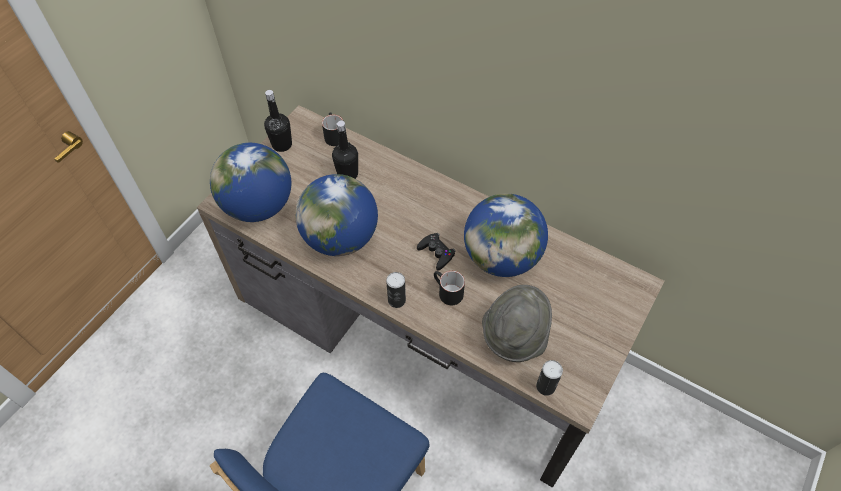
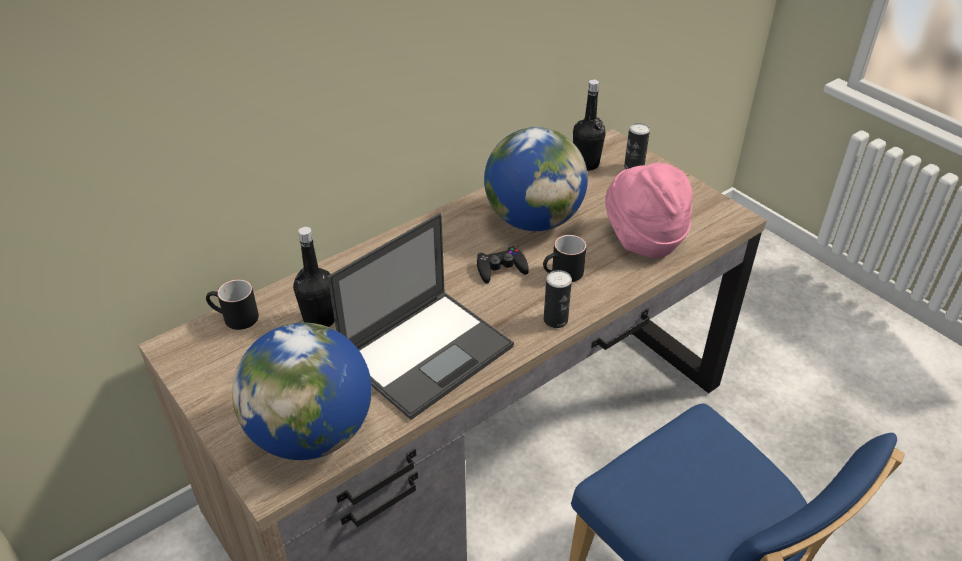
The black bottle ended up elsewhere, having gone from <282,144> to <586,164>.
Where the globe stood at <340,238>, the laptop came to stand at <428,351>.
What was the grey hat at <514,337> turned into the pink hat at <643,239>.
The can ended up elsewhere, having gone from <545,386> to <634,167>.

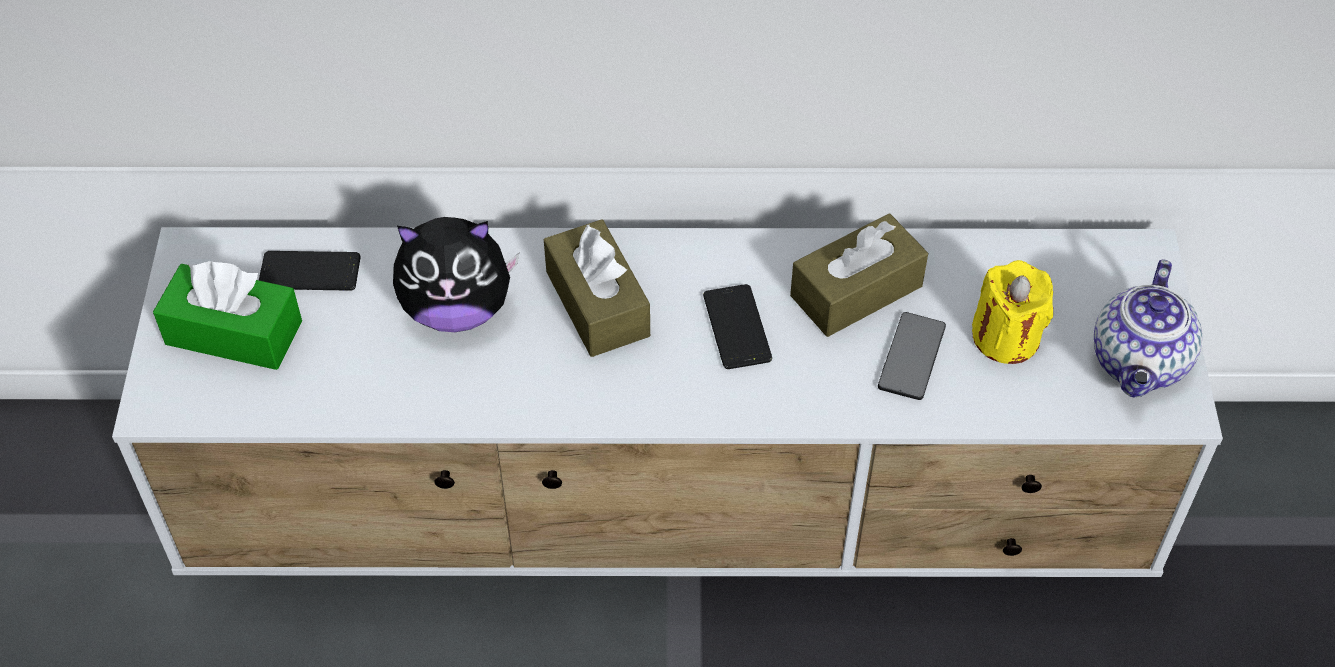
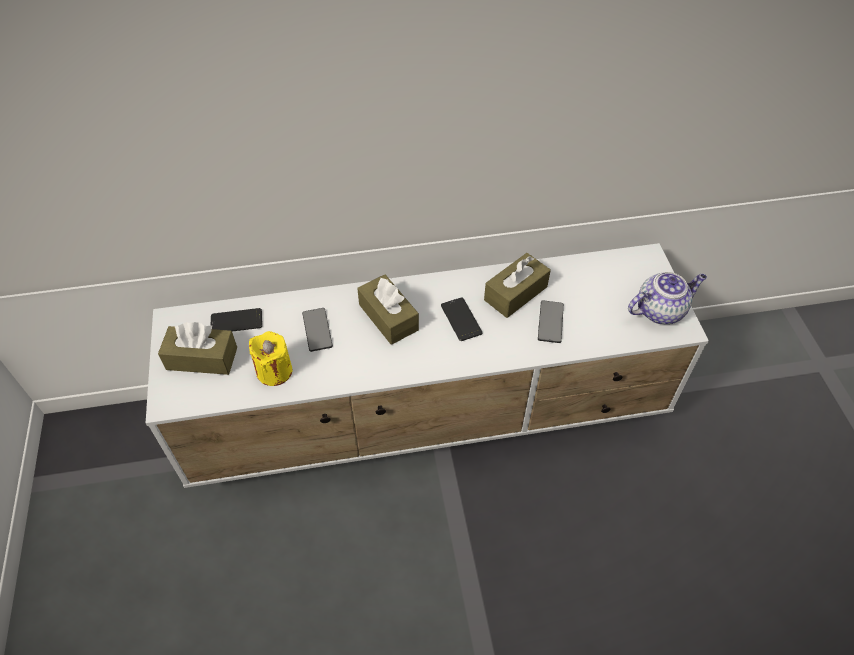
Where the plush toy stood at <457,309>, the phone came to stand at <317,330>.
The teapot at <1139,364> ended up facing another way, 120 degrees counterclockwise from before.
The yellow candle ended up elsewhere, having gone from <1006,337> to <274,371>.
What was the green tissue box at <234,333> turned into the brown tissue box at <202,358>.

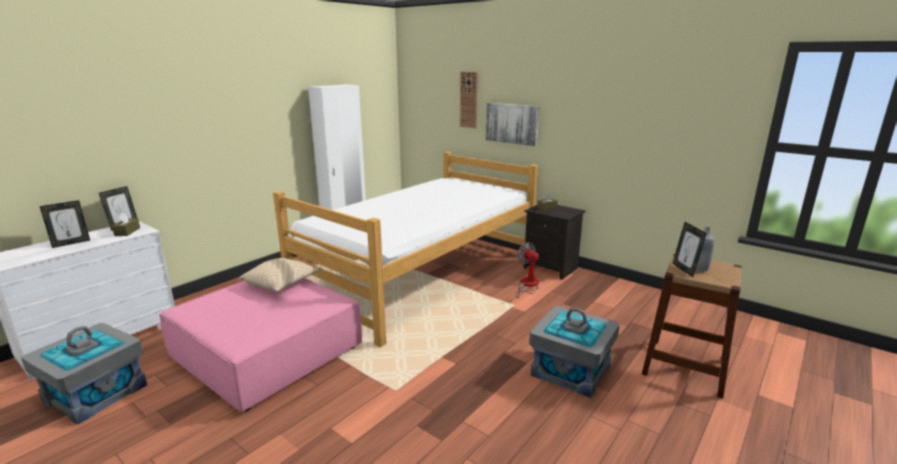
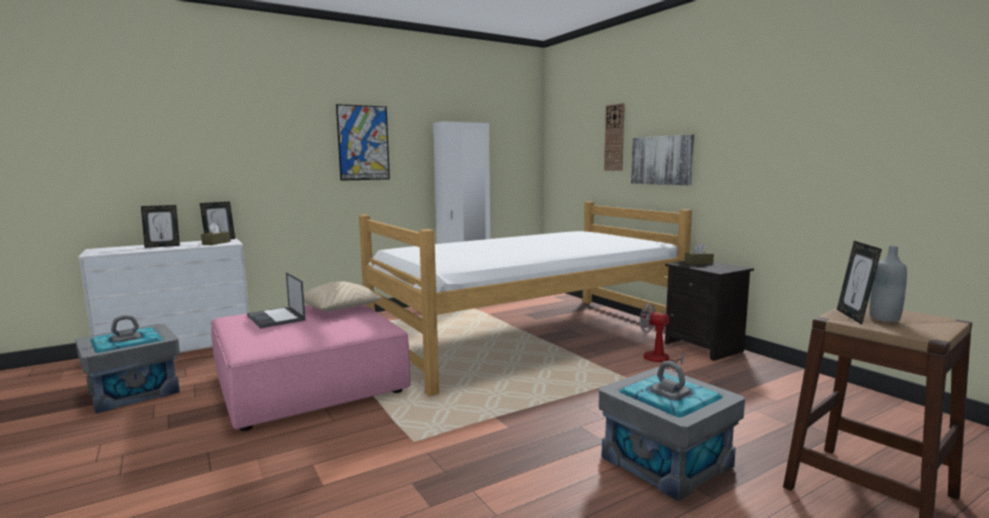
The fan at <527,285> ended up facing another way, 45 degrees counterclockwise from before.
The second view gained the picture at <363,143>.
The second view gained the laptop at <276,318>.

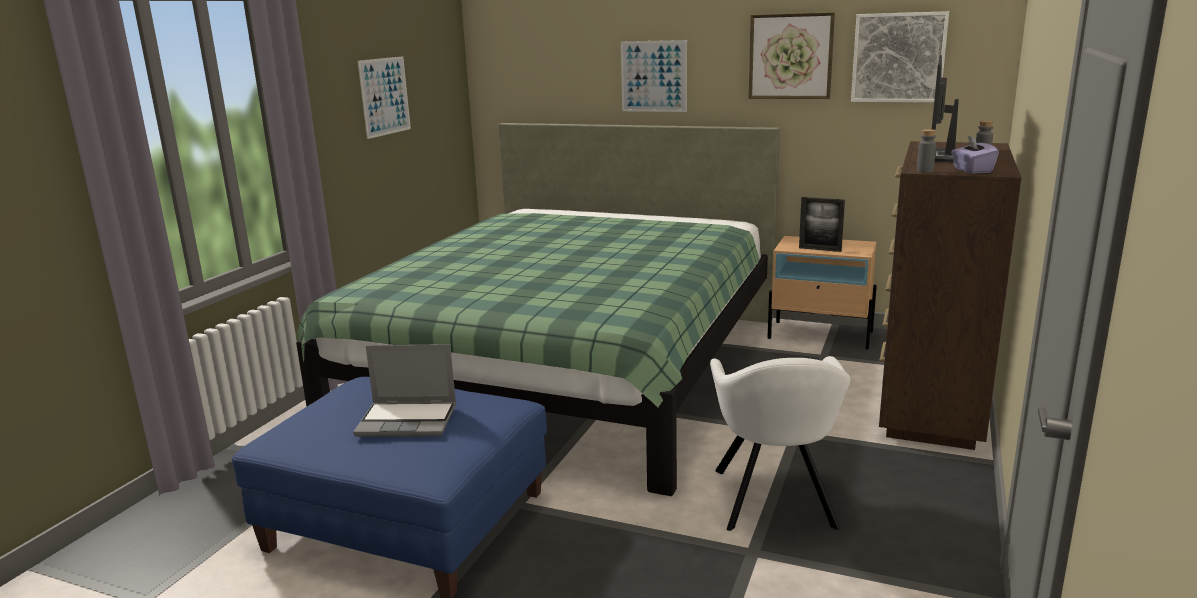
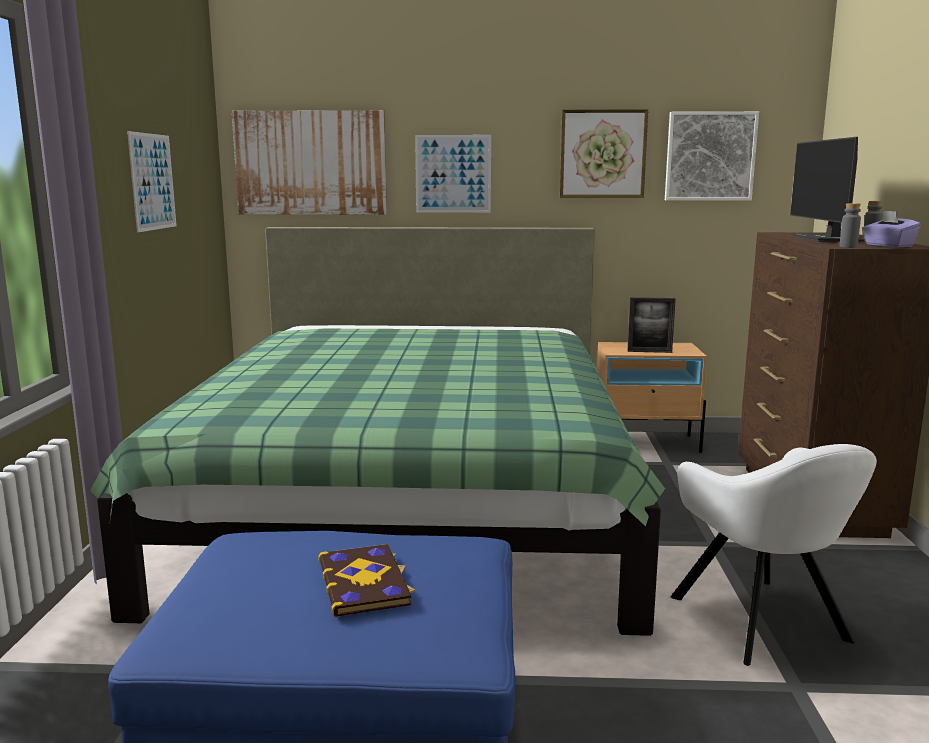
Where the laptop stood at <409,420>, the book came to stand at <365,582>.
The second view gained the picture at <311,163>.

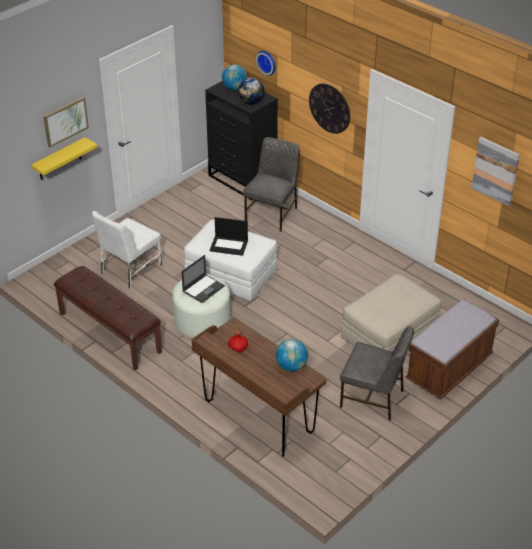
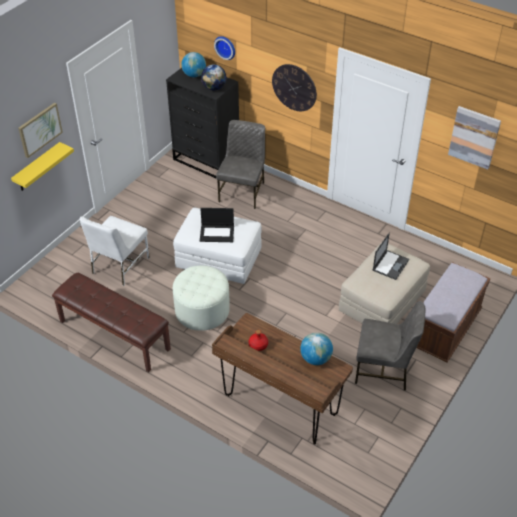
The laptop ended up elsewhere, having gone from <203,288> to <390,264>.

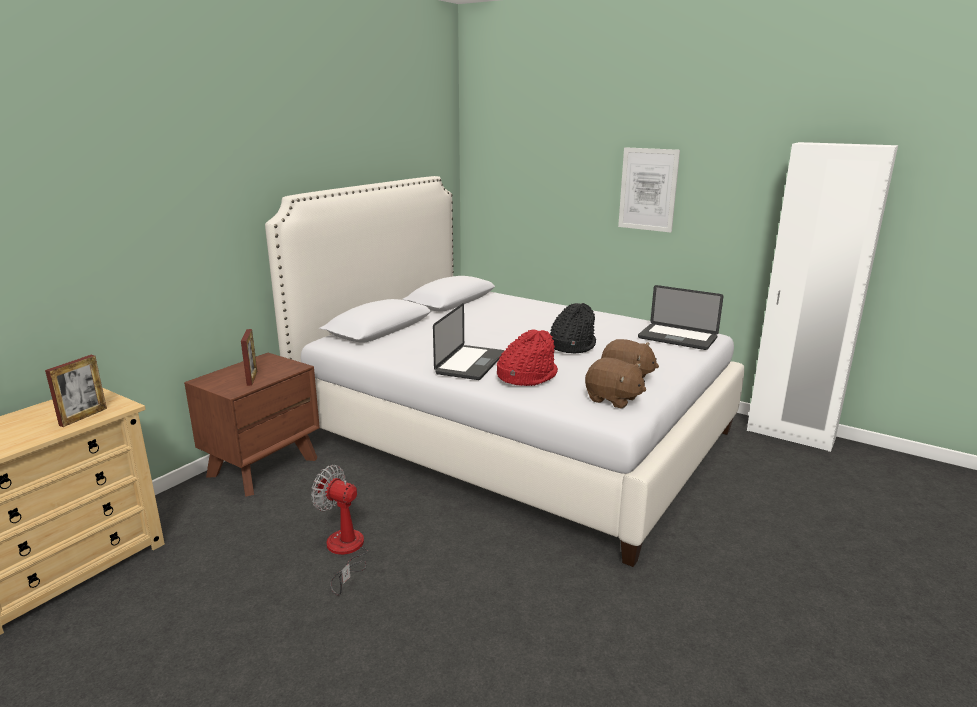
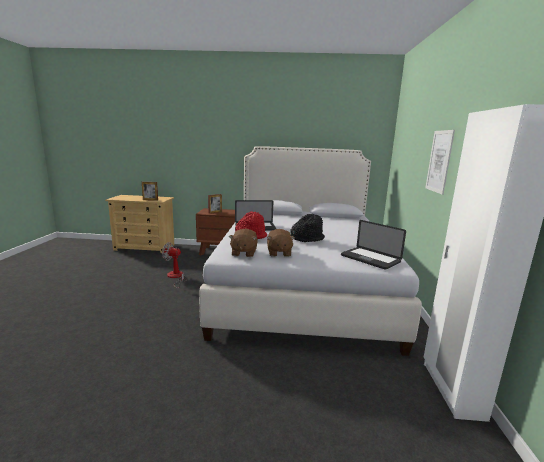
The laptop at <677,338> ended up facing another way, 45 degrees counterclockwise from before.
The fan at <345,552> ended up facing another way, 75 degrees counterclockwise from before.

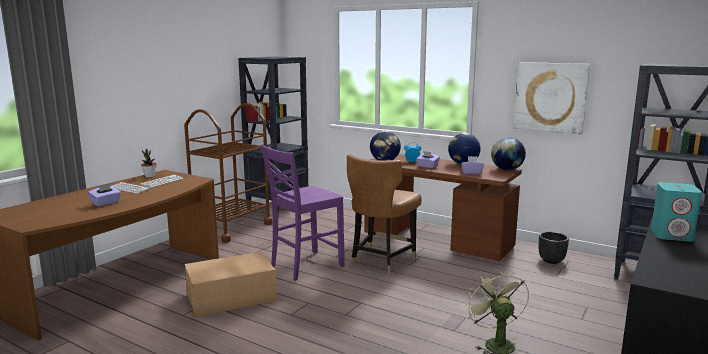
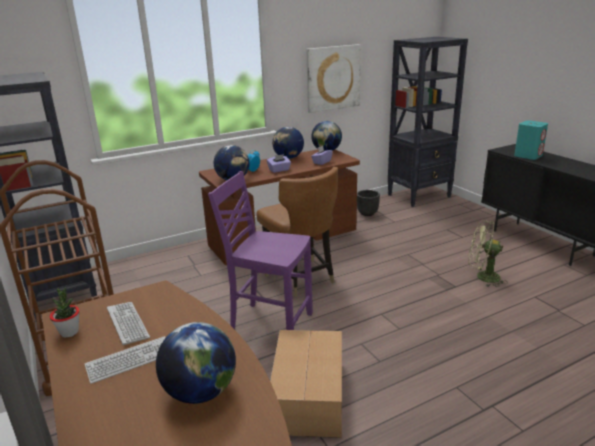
The purple chair at <305,266> ended up facing another way, 120 degrees clockwise from before.
Where the purple tissue box stood at <106,203>, the globe came to stand at <200,392>.

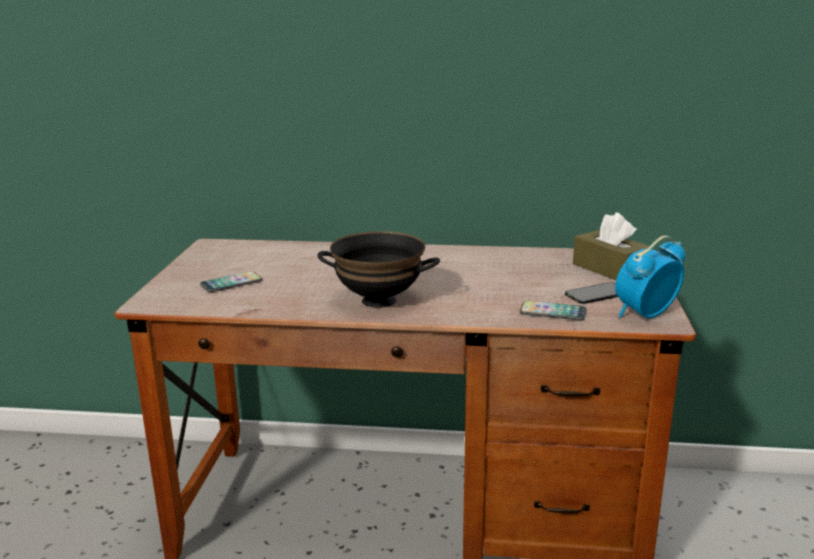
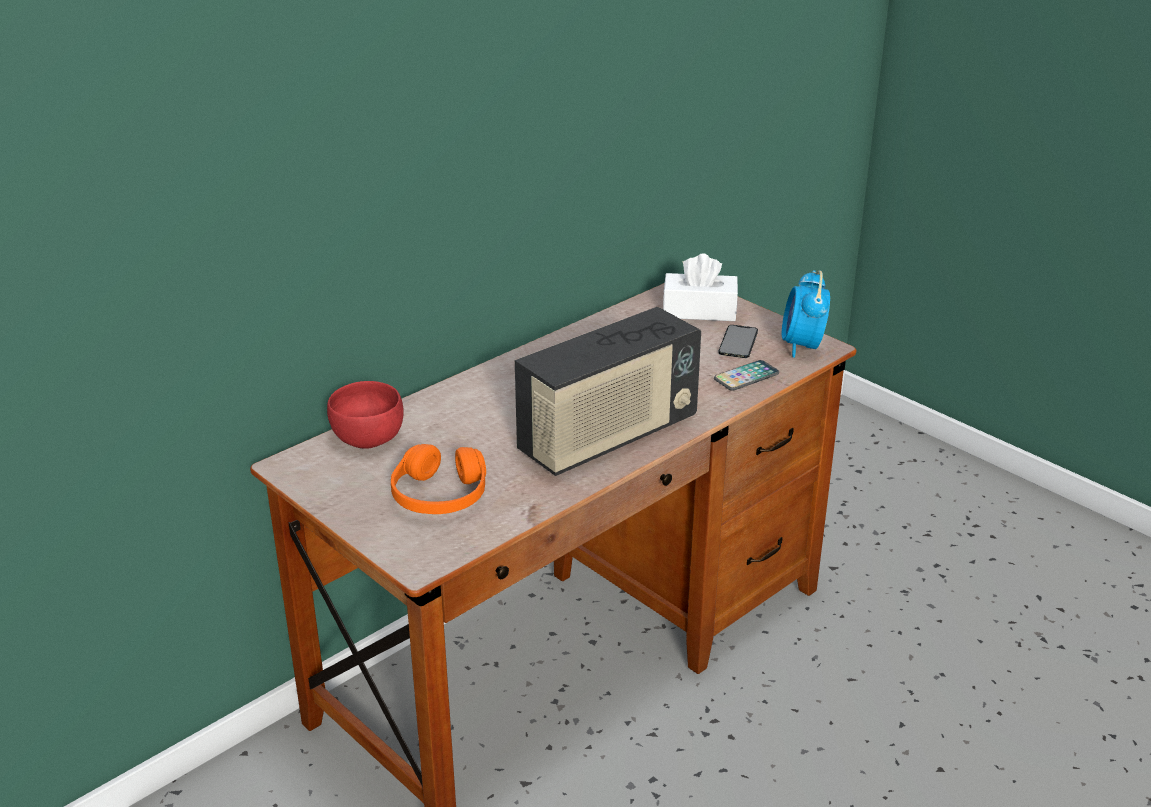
What was the brown tissue box at <610,269> turned into the white tissue box at <699,311>.
Where the black bowl stood at <379,300>, the radio came to stand at <608,437>.
Where the phone stood at <231,283>, the orange headphones came to stand at <439,495>.
The second view gained the red bowl at <369,438>.

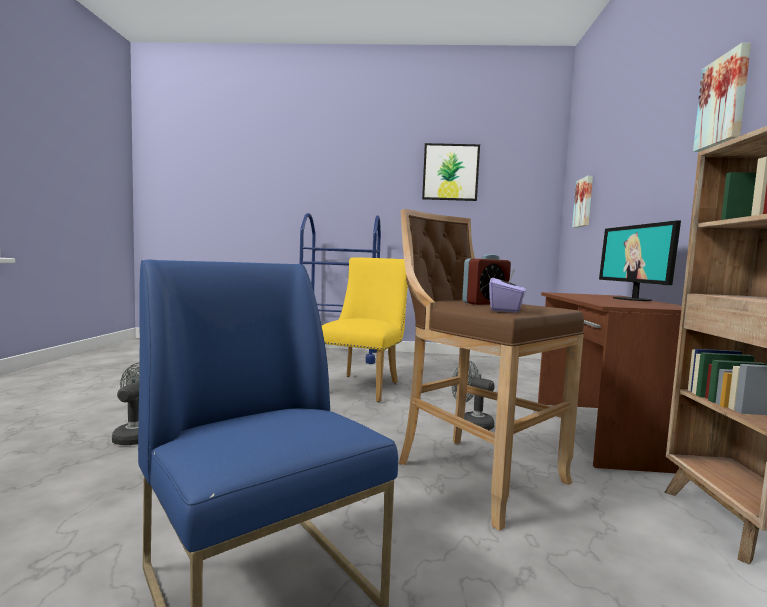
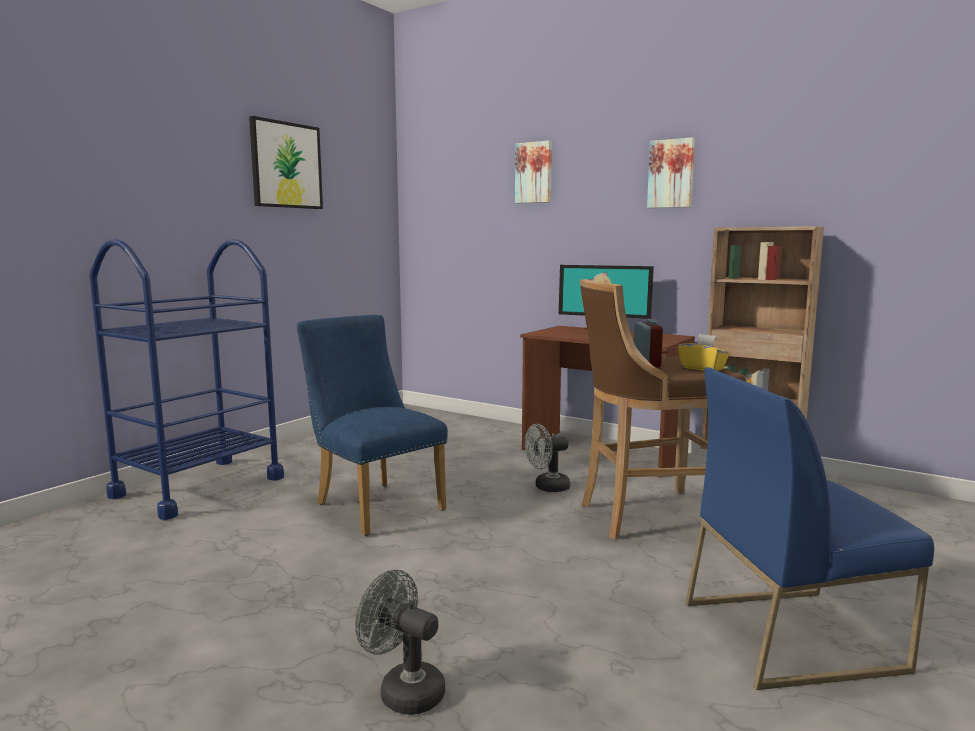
The picture ended up elsewhere, having gone from <584,202> to <534,173>.
What was the yellow chair at <363,386> turned into the blue chair at <374,504>.
What was the purple tissue box at <506,310> turned into the yellow tissue box at <702,368>.

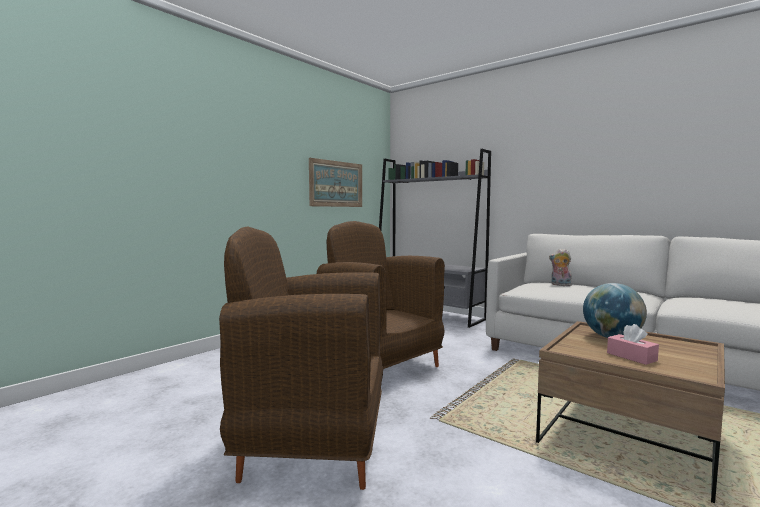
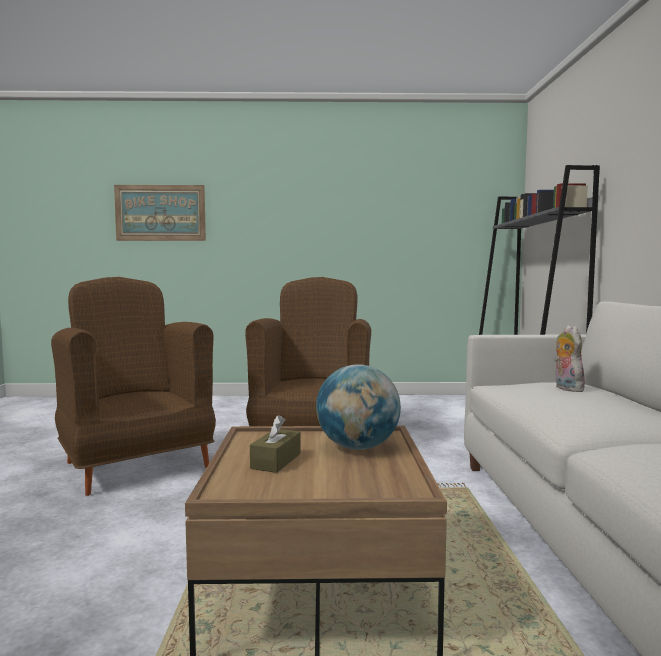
The picture ended up elsewhere, having gone from <336,184> to <160,213>.
What was the pink tissue box at <631,357> turned into the brown tissue box at <276,461>.

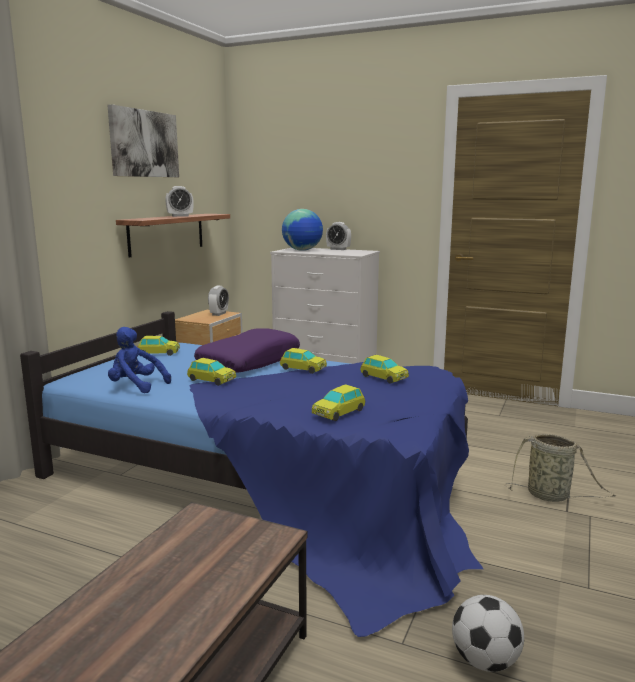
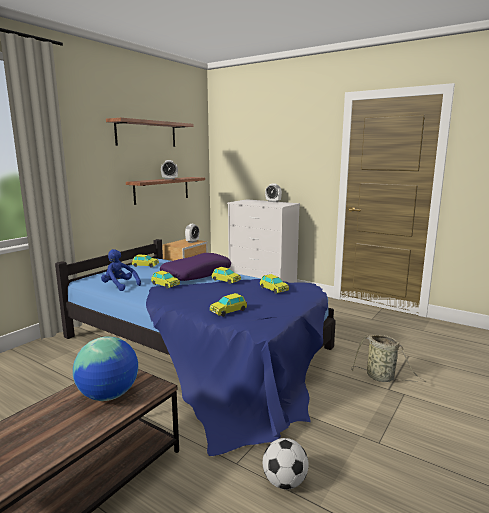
Where the picture hung at <144,144>, the shelf came to hang at <146,134>.
The globe ended up elsewhere, having gone from <302,250> to <109,395>.

